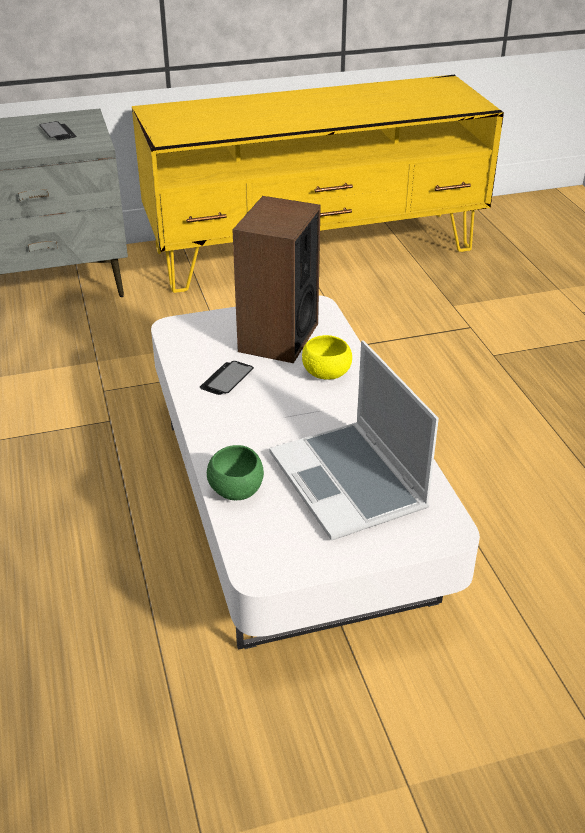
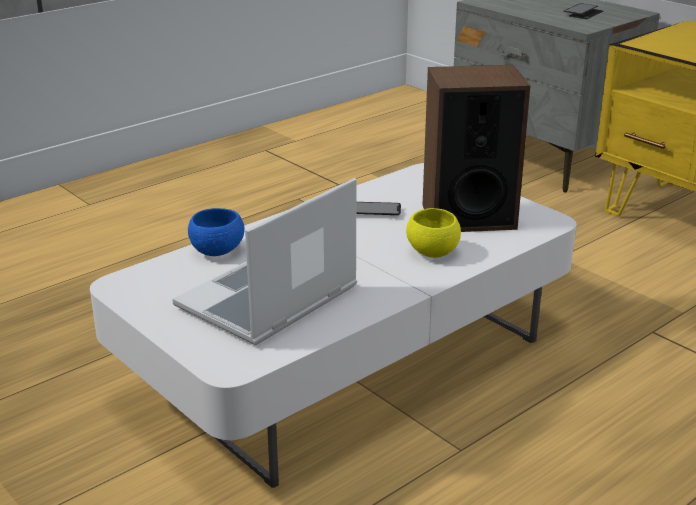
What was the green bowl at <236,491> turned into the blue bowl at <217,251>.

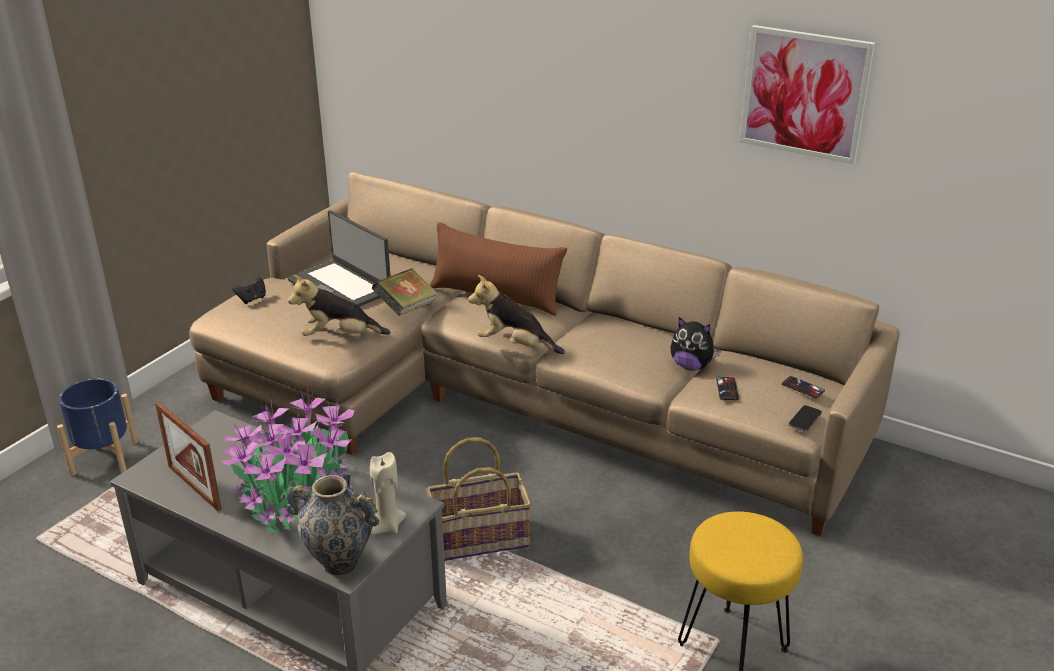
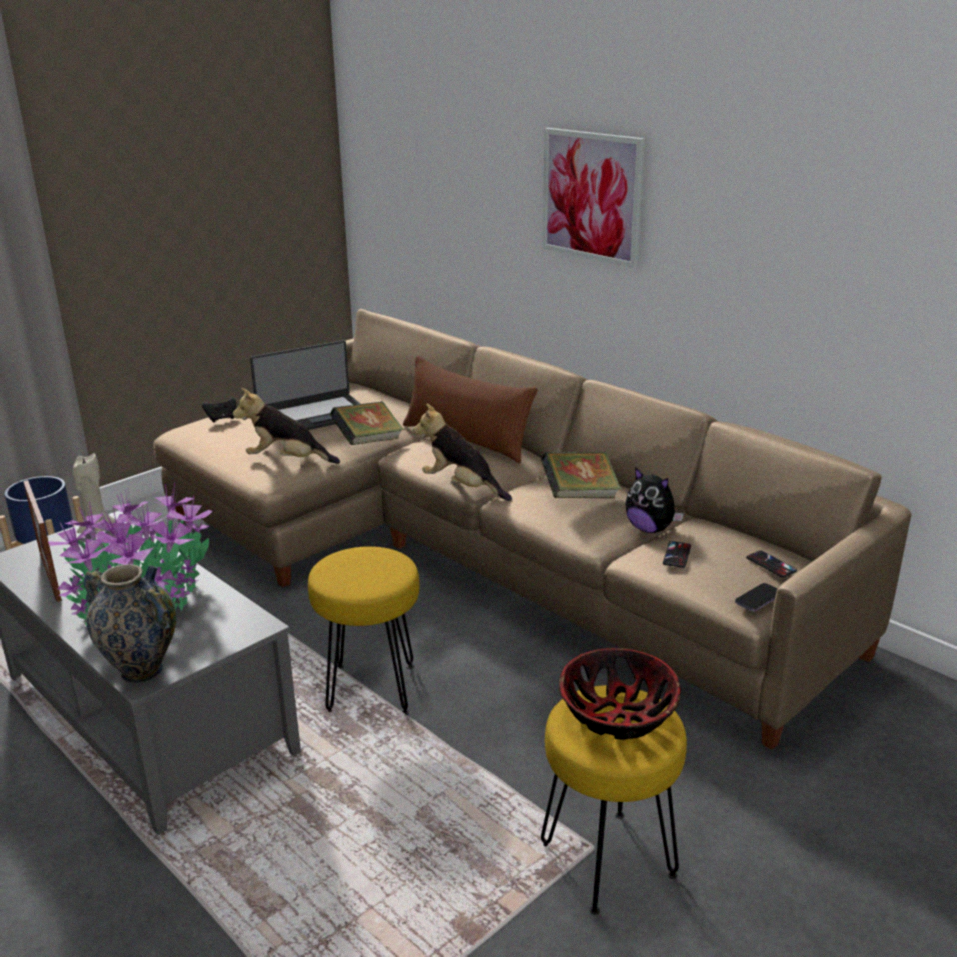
The picture ended up elsewhere, having gone from <804,94> to <592,196>.
The laptop at <340,286> ended up facing another way, 90 degrees counterclockwise from before.
Where the basket stood at <480,537>, the yellow stool came to stand at <372,688>.
The beige candle ended up elsewhere, having gone from <387,526> to <97,529>.
The second view gained the book at <580,495>.
The second view gained the bowl at <618,716>.

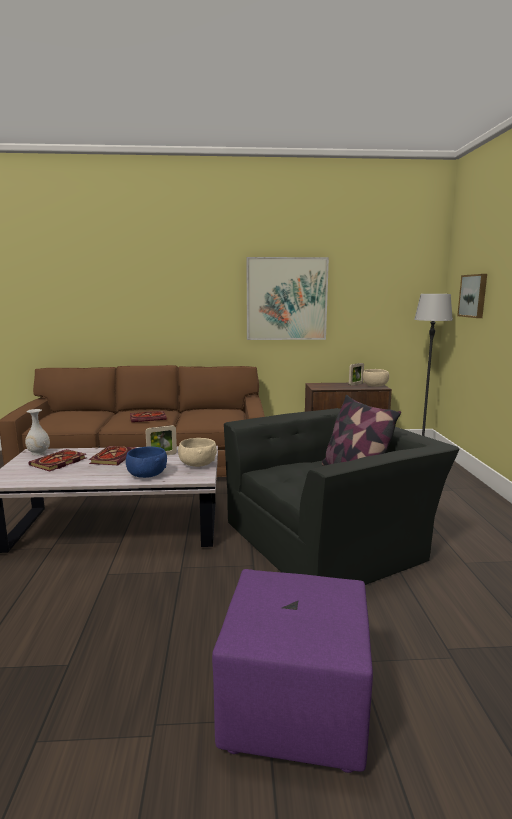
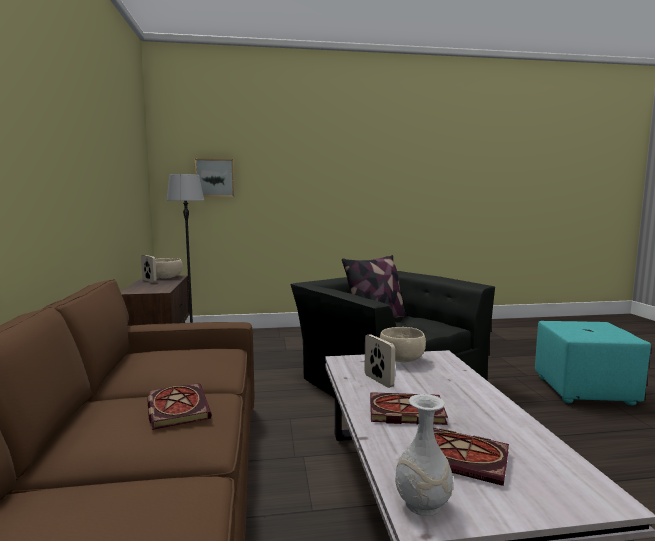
The second view lost the picture at <286,299>.
The second view lost the blue bowl at <146,475>.
What was the purple ottoman at <296,711> turned into the turquoise ottoman at <584,390>.

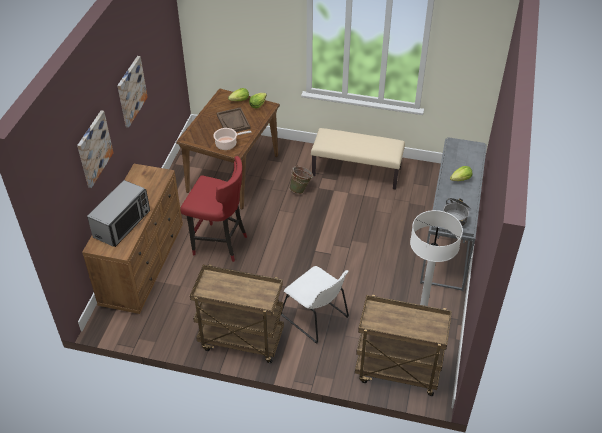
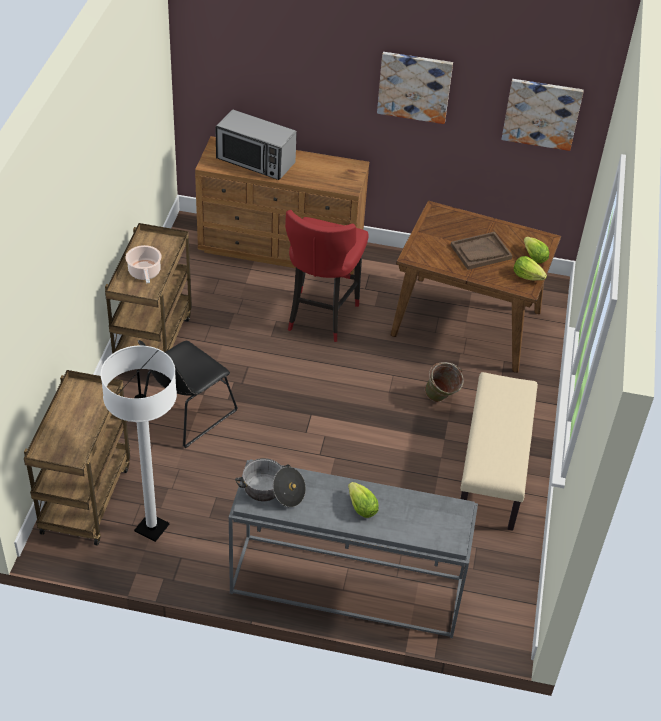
The picture ended up elsewhere, having gone from <94,148> to <541,113>.
The cooking pot ended up elsewhere, having gone from <227,144> to <144,273>.
What was the white chair at <316,317> turned into the black chair at <185,414>.

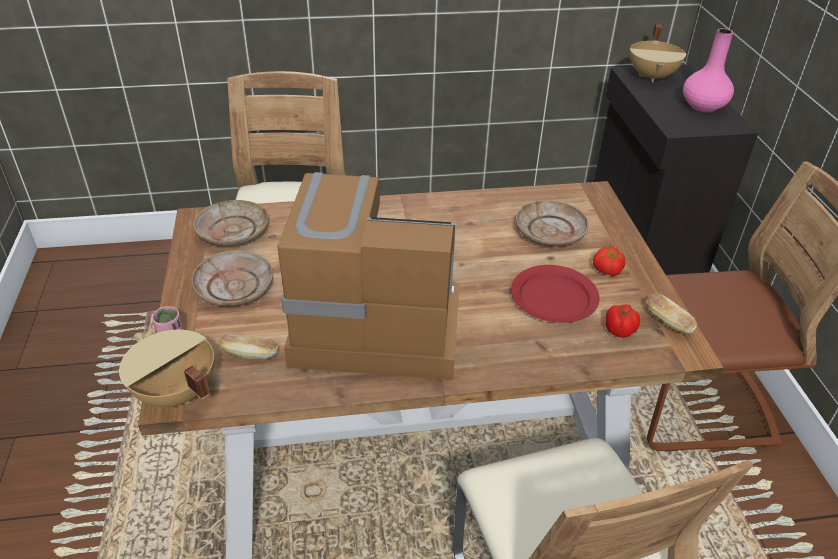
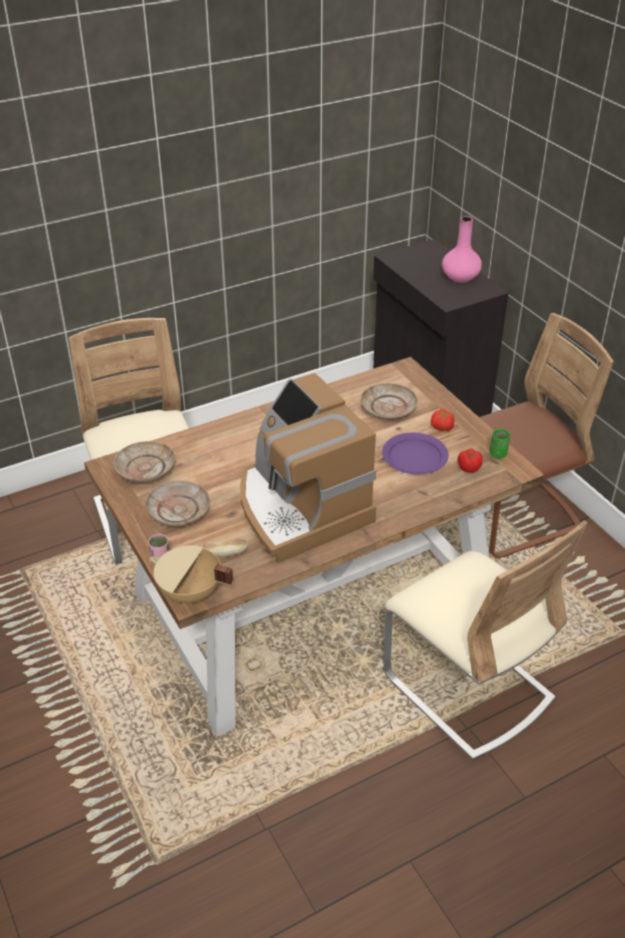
The second view lost the beige cooking pot at <652,76>.
The coffee machine at <374,322> ended up facing another way, 105 degrees counterclockwise from before.
What was the red plate at <554,297> turned into the purple plate at <415,457>.
Where the bread stood at <667,322>, the green cup came to stand at <498,454>.

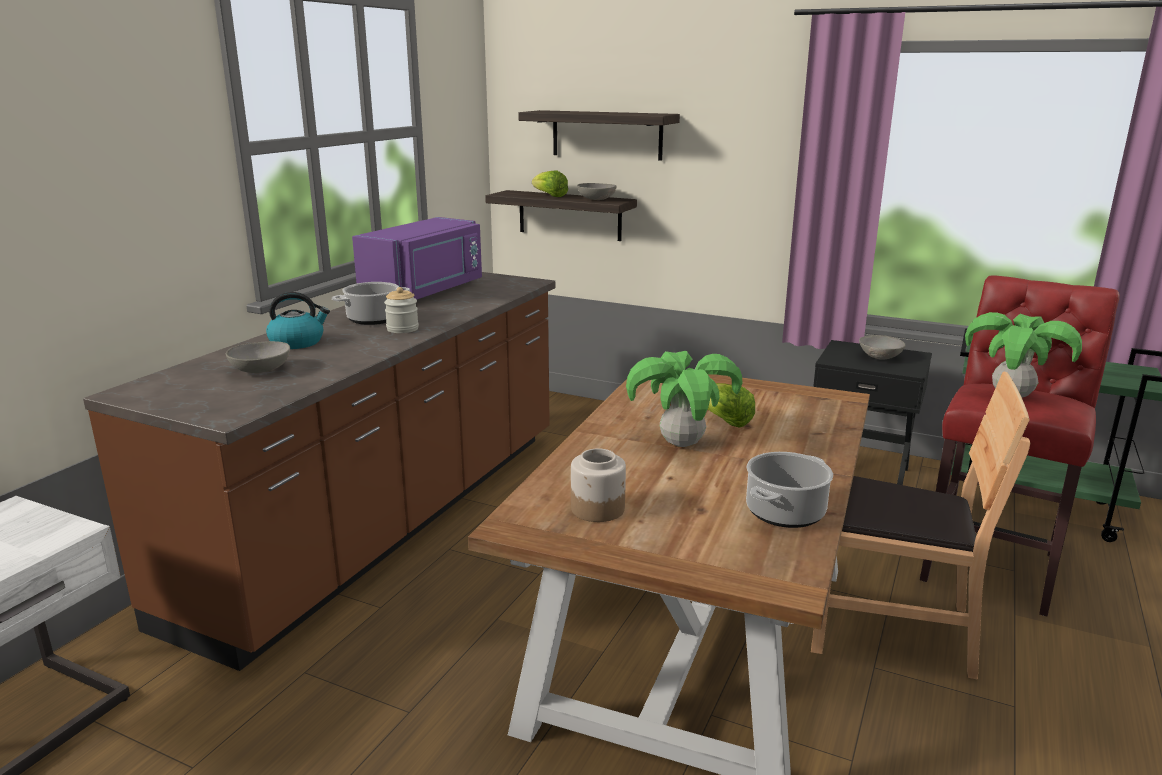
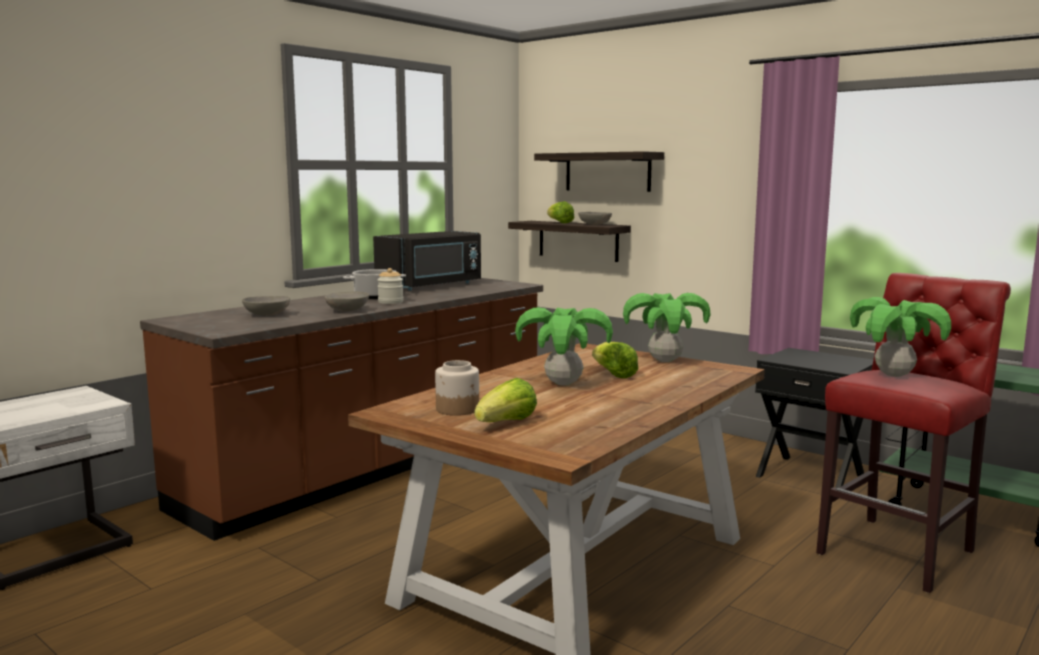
What was the purple microwave at <426,291> turned into the black microwave at <432,286>.
The second view lost the kettle at <298,342>.
The grey bowl ended up elsewhere, having gone from <880,357> to <348,311>.
The second view lost the brown chair at <889,627>.
The second view lost the cooking pot at <785,513>.
The second view gained the potted plant at <665,360>.
The second view gained the lettuce at <507,423>.

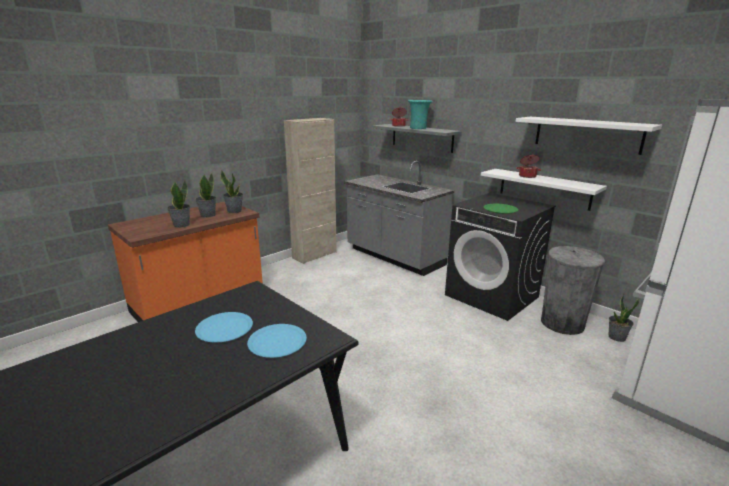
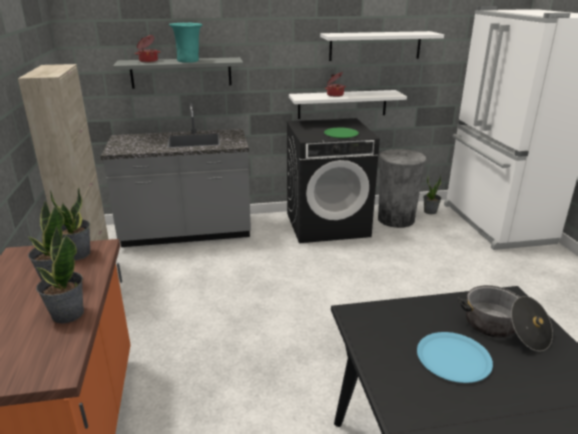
Where the blue plate stood at <277,341>, the cooking pot came to stand at <503,329>.

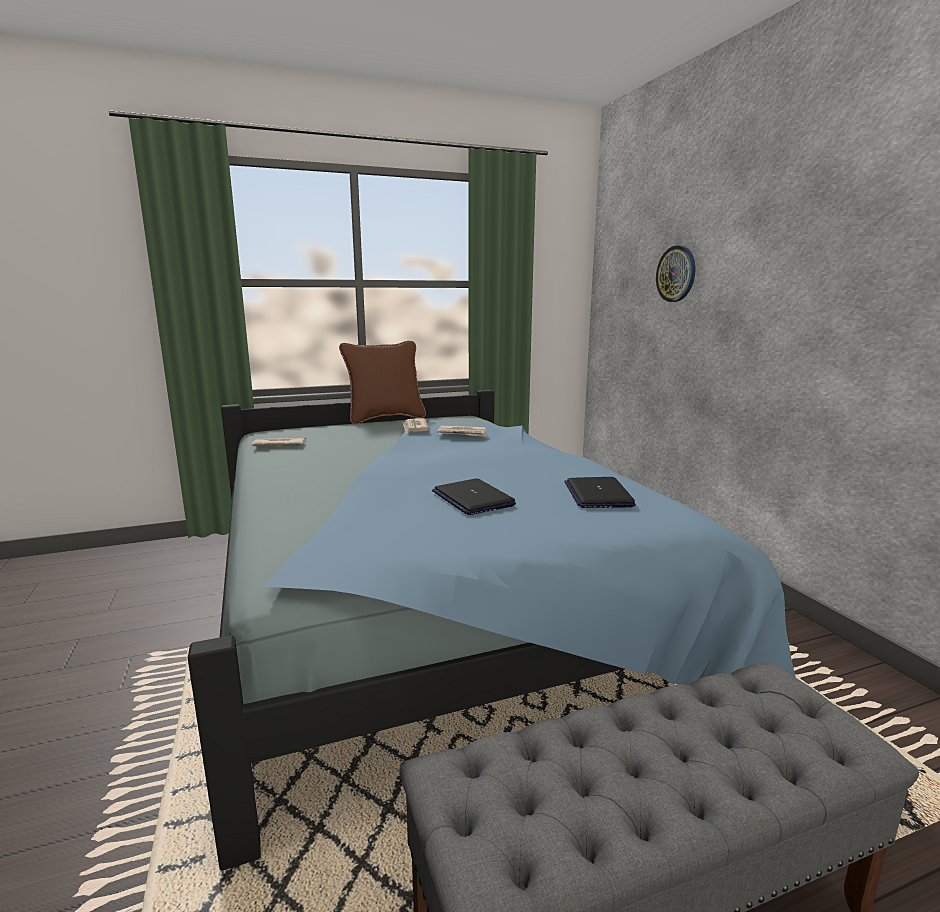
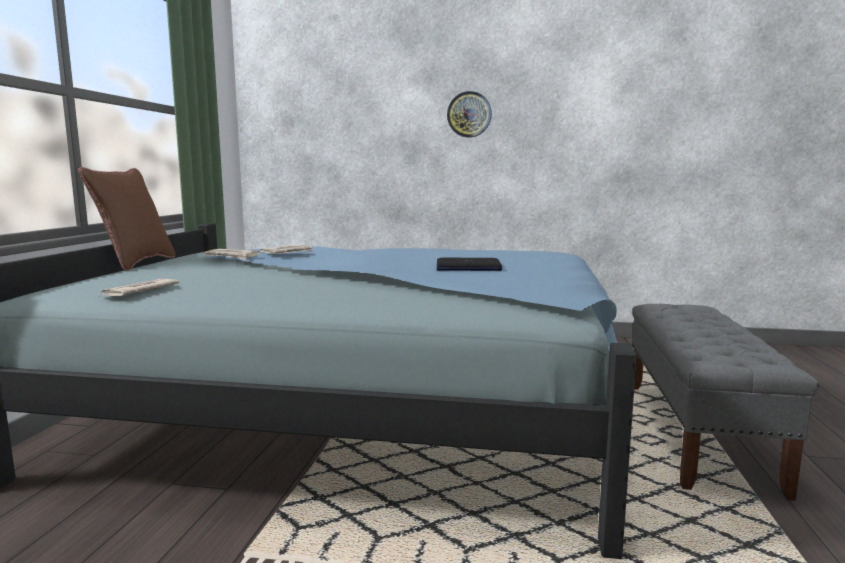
The wall clock ended up elsewhere, having gone from <676,274> to <469,114>.
The second view lost the laptop at <597,494>.

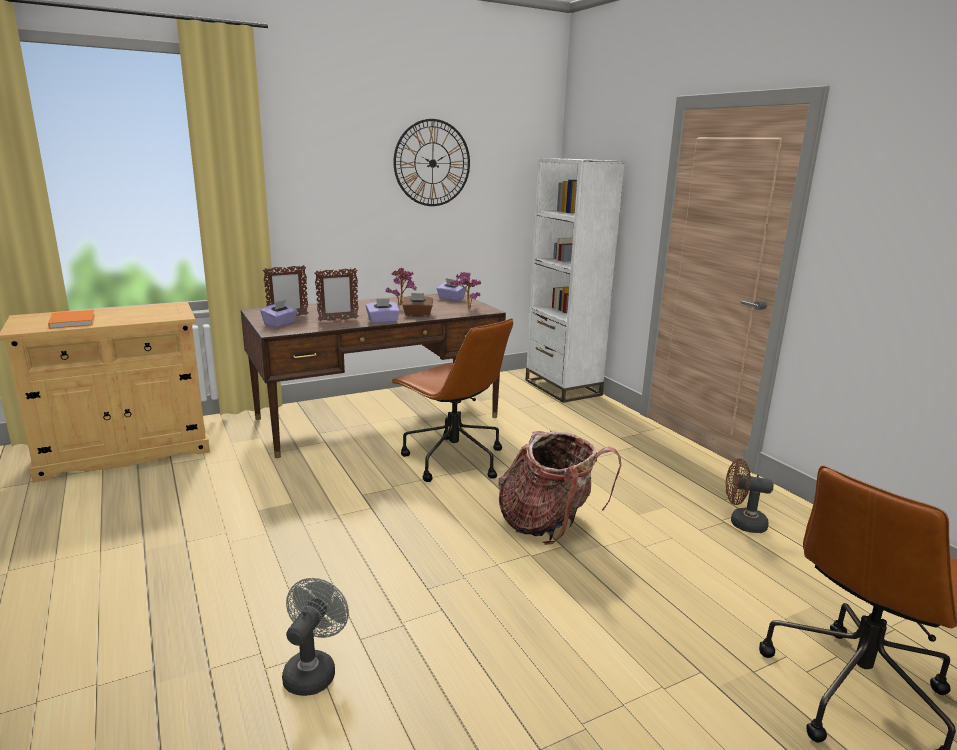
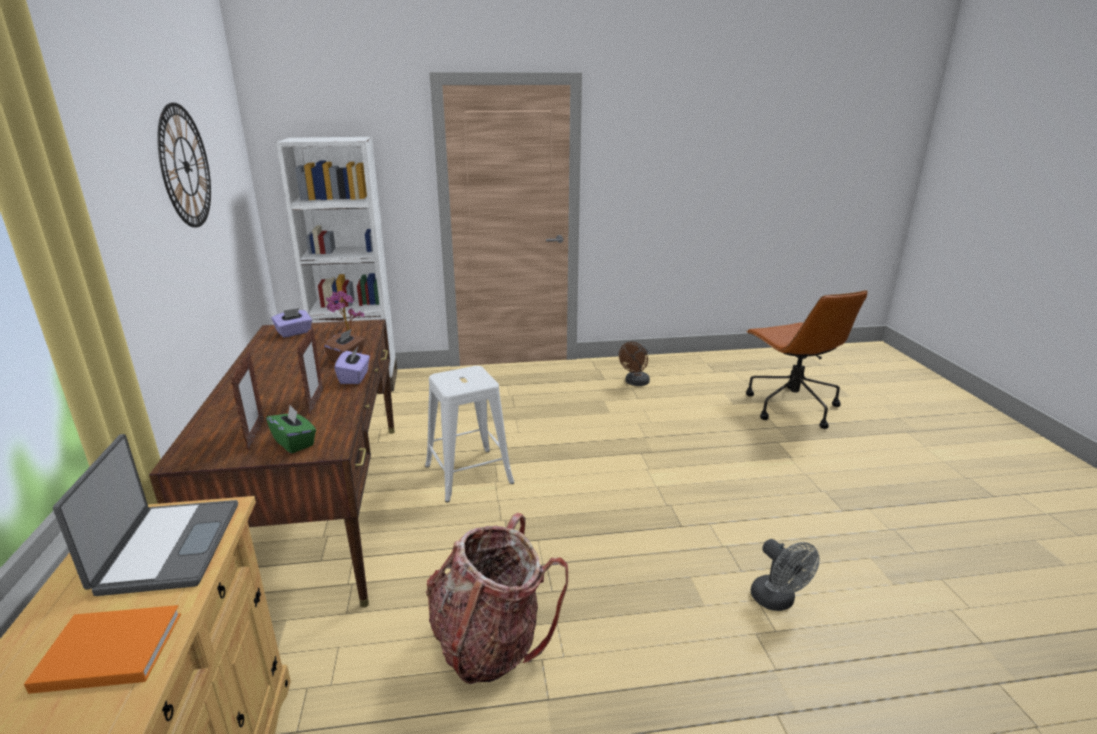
The second view lost the potted plant at <402,305>.
What was the purple tissue box at <280,324> turned into the green tissue box at <294,442>.
Where the brown office chair stood at <452,460>, the white stool came to stand at <468,474>.
The backpack ended up elsewhere, having gone from <549,524> to <490,642>.
The grey fan at <313,670> ended up facing another way, 150 degrees counterclockwise from before.
The second view gained the laptop at <167,547>.

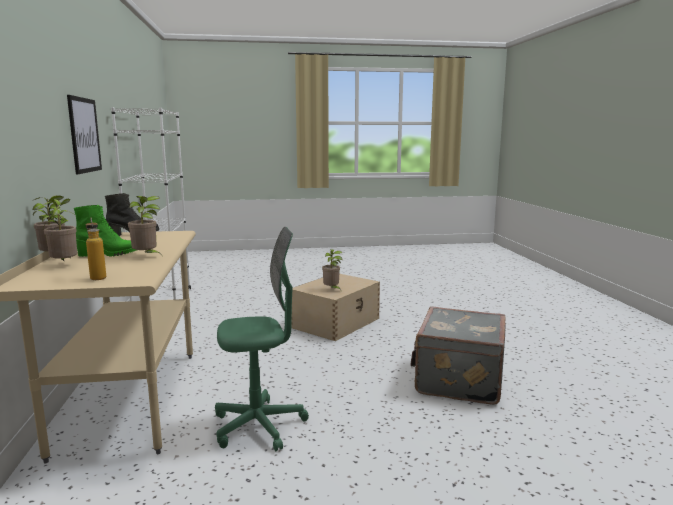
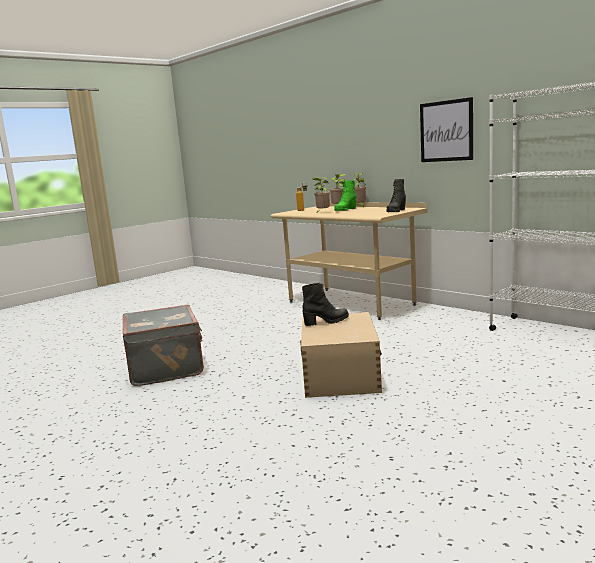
The second view lost the green office chair at <259,426>.
Where the potted plant stood at <332,290>, the black boot came to stand at <326,322>.

